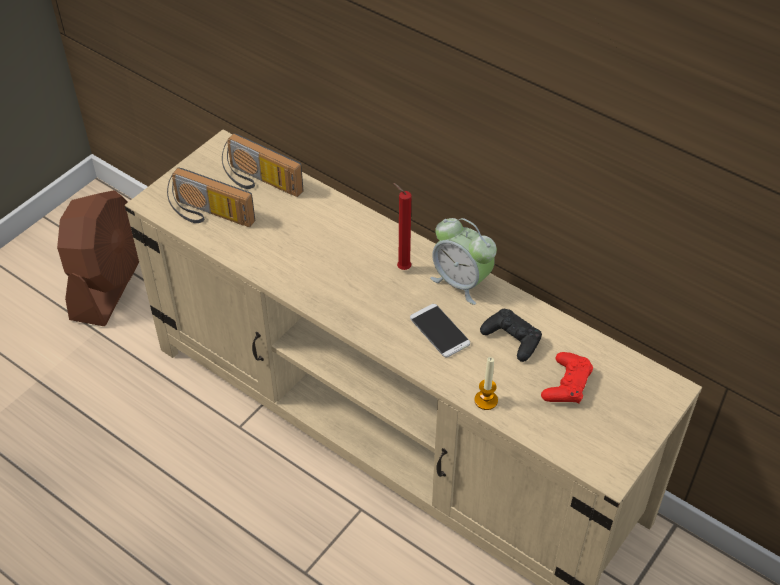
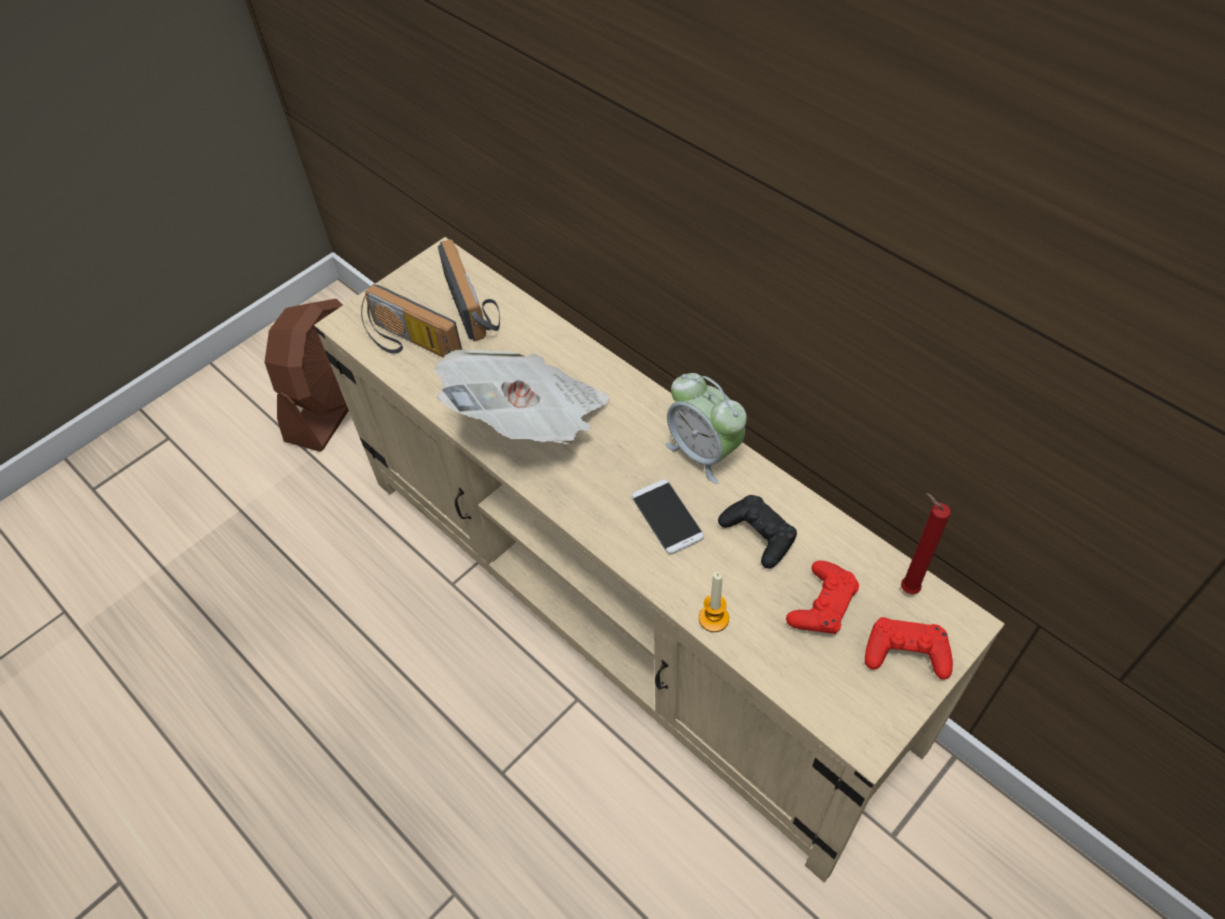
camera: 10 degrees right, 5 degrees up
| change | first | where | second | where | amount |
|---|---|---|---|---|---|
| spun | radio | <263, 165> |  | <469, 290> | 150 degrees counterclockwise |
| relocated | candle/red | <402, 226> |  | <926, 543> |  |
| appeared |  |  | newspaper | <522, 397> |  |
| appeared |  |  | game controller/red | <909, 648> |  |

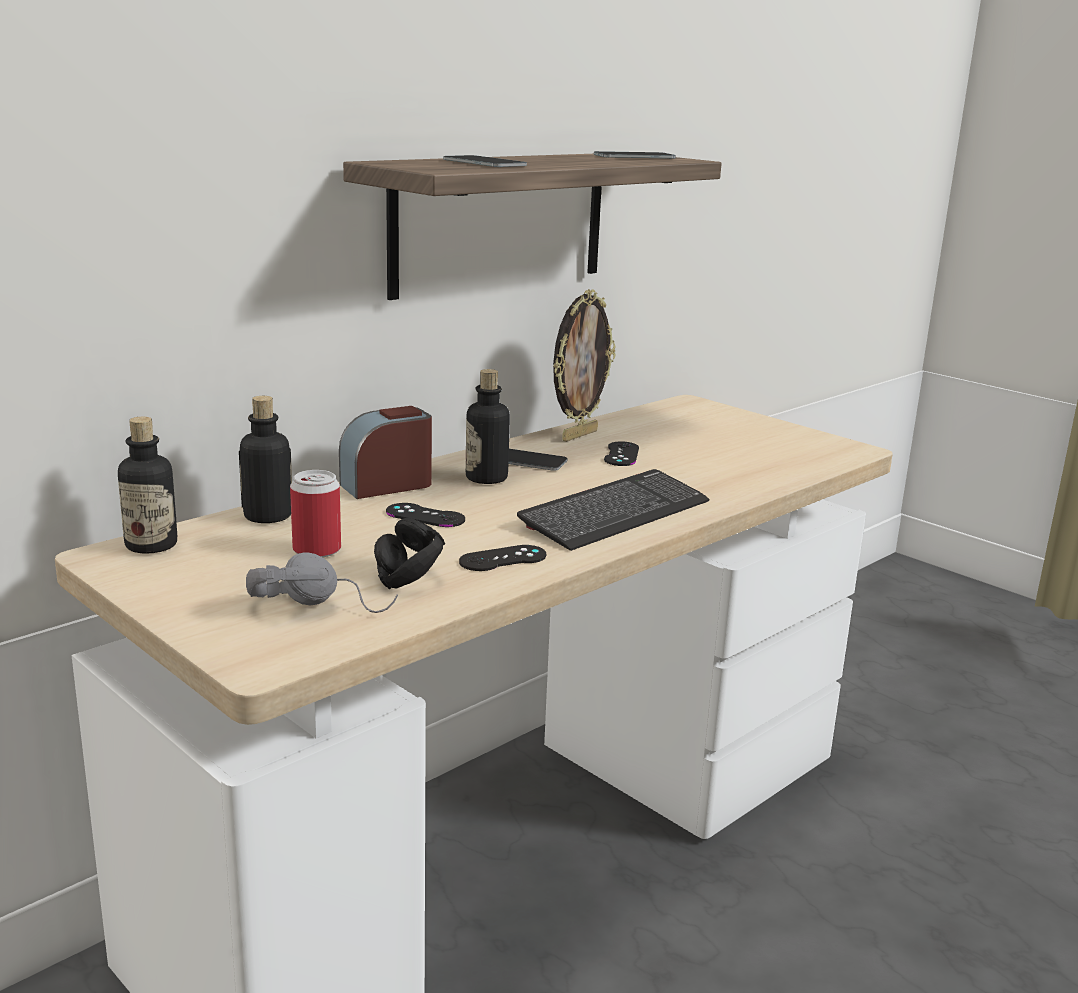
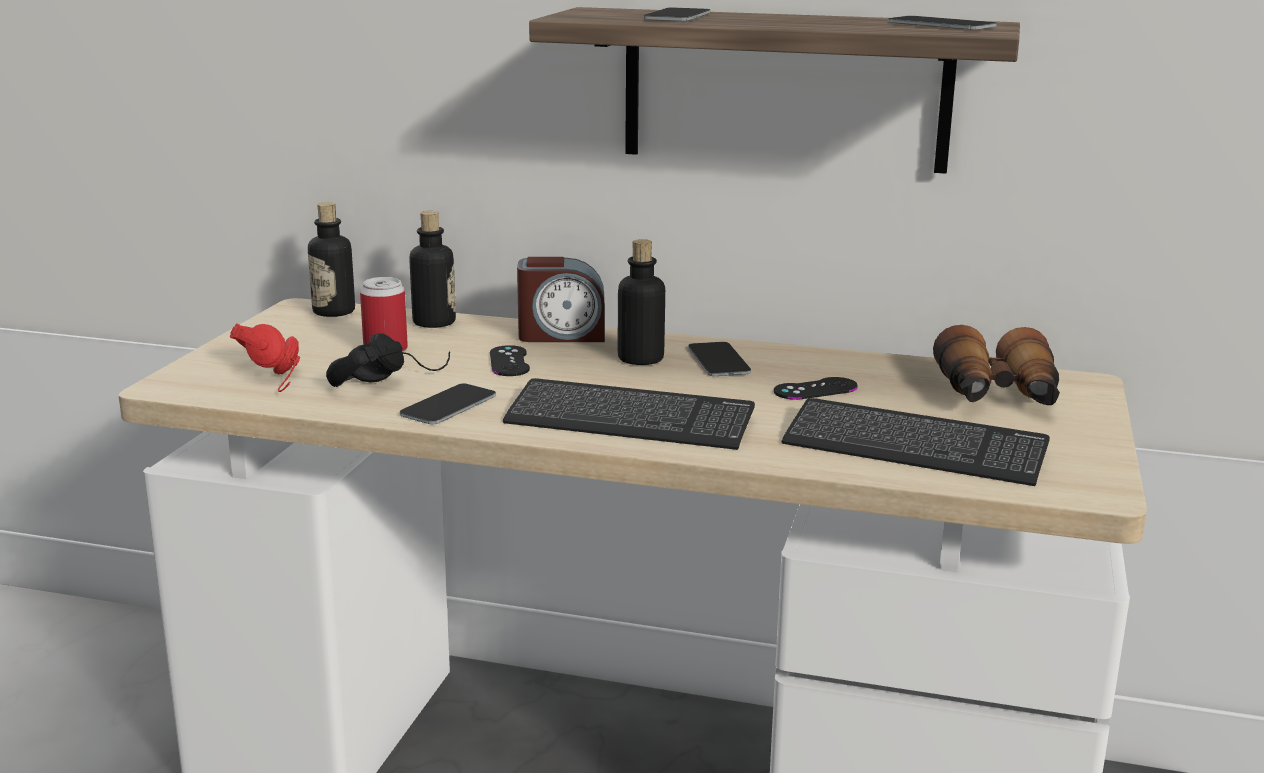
camera: 60 degrees right, 0 degrees up
| change | first | where | second | where | amount |
|---|---|---|---|---|---|
| colour | headphones/grey | <322, 582> | headphones/red | <265, 357> |  |
| spun | alarm clock | <385, 452> |  | <561, 299> | 150 degrees clockwise |
| exchanged | game controller/black | <502, 558> | phone | <448, 404> |  |
| missing | picture frame | <584, 365> |  |  |  |
| appeared |  |  | keyboard | <916, 442> |  |
| appeared |  |  | binoculars | <996, 365> |  |

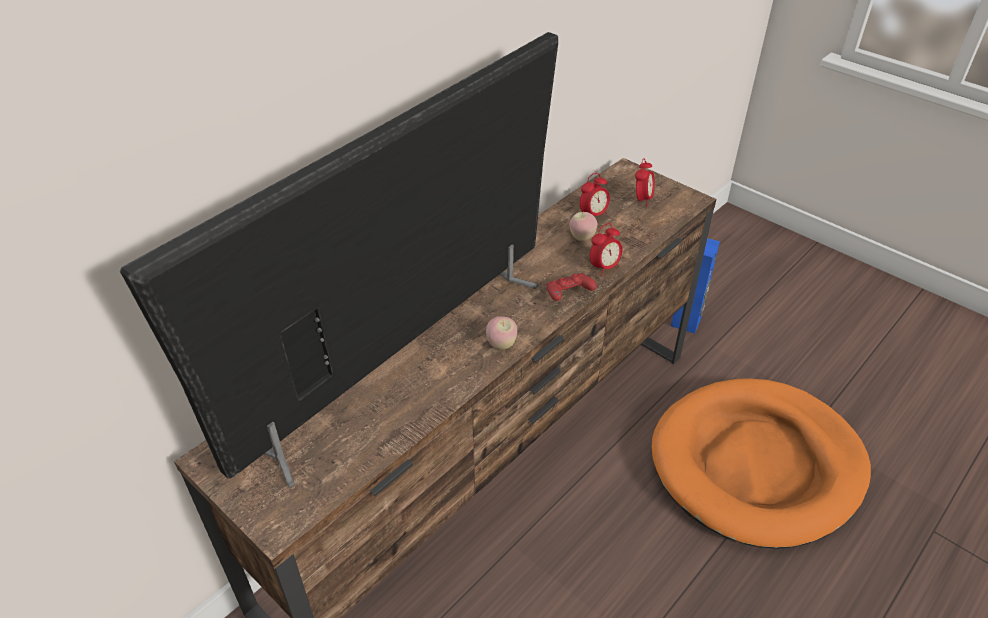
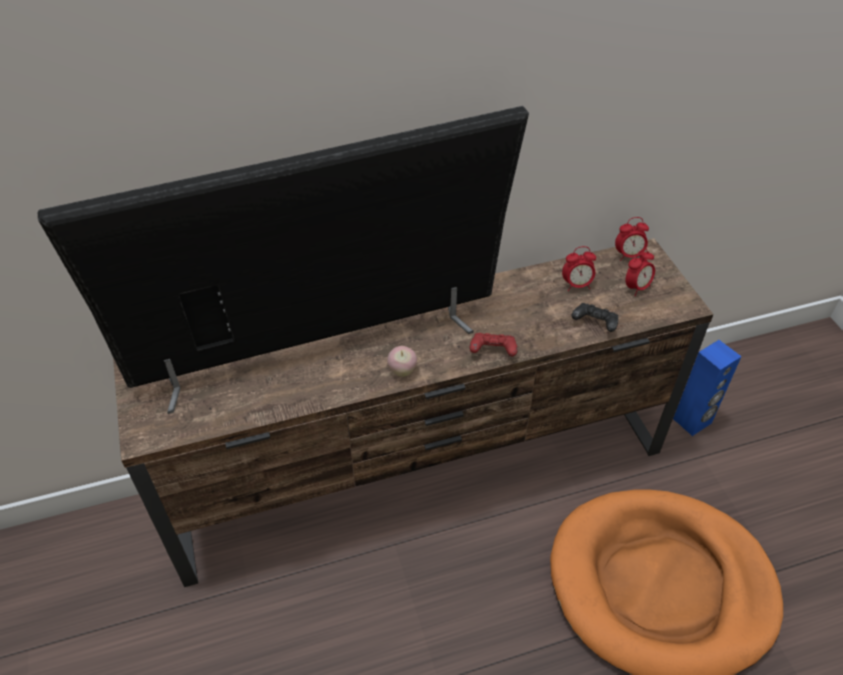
camera: 30 degrees right, 5 degrees up
| change | first | where | second | where | amount |
|---|---|---|---|---|---|
| missing | apple | <583, 226> |  |  |  |
| relocated | alarm clock | <606, 249> |  | <632, 239> |  |
| appeared |  |  | game controller/black | <595, 317> |  |

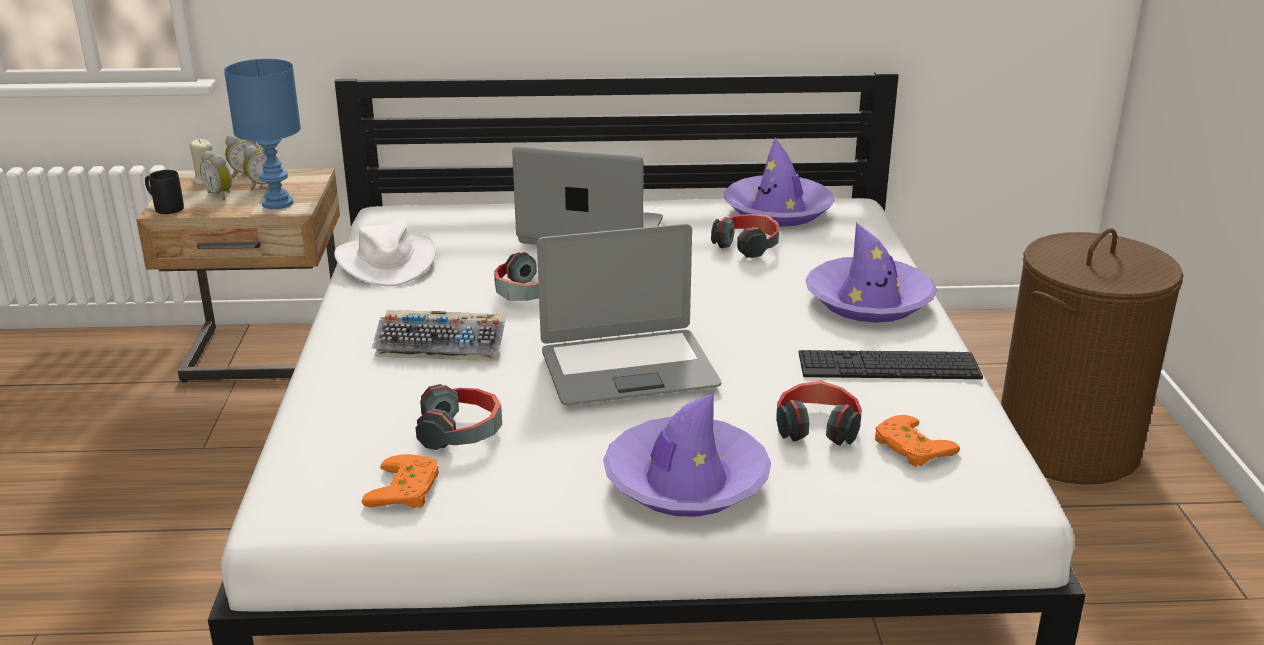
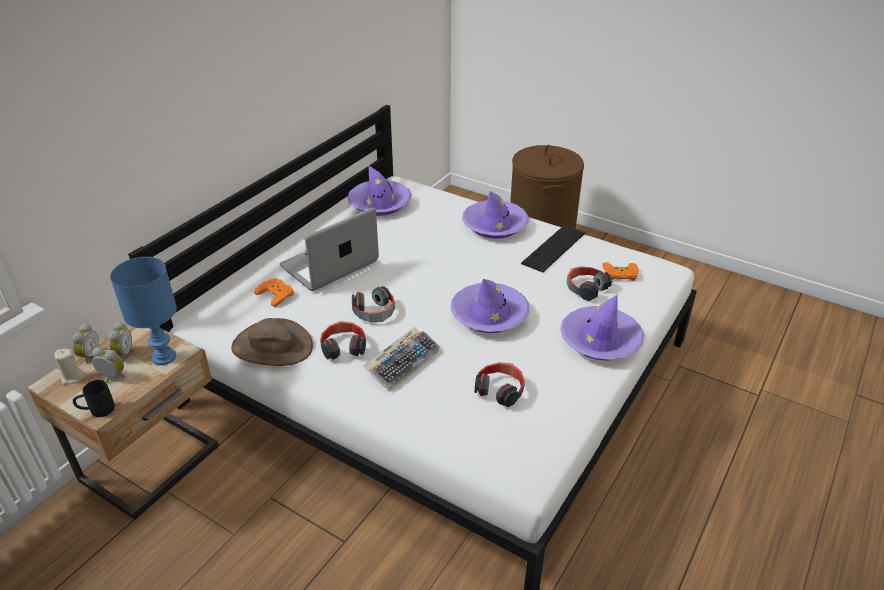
camera: 55 degrees left, 10 degrees up
| change | first | where | second | where | amount |
|---|---|---|---|---|---|
| spun | alarm clock | <216, 175> |  | <108, 365> | 150 degrees counterclockwise |
| colour | hat/white | <385, 254> | hat/brown | <272, 342> |  |
| relocated | game controller/orange | <400, 481> |  | <274, 292> |  |
| exchanged | laptop | <629, 314> | hat/purple | <490, 306> |  |
| relocated | headphones | <745, 236> |  | <343, 340> |  |

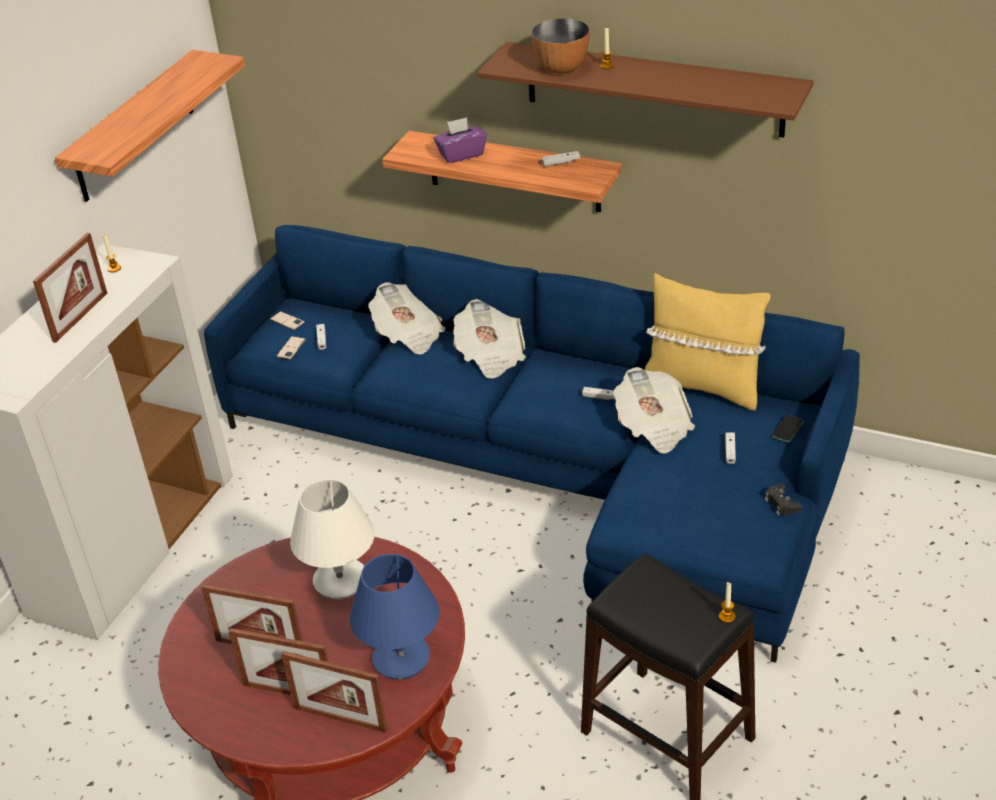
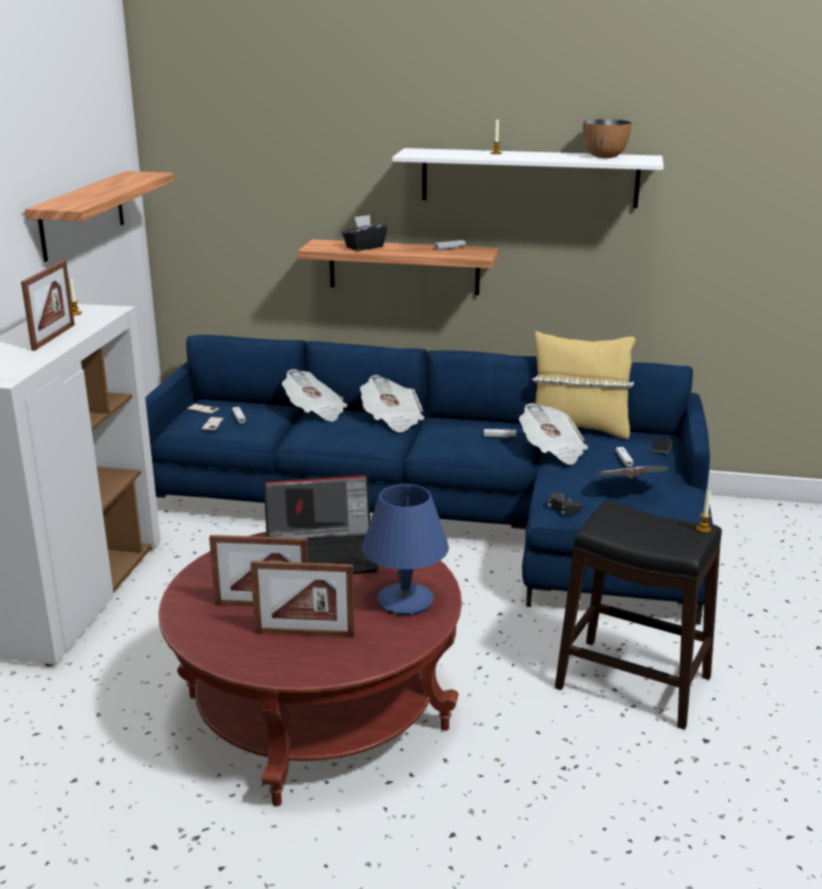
camera: 15 degrees left, 15 degrees down
| change | first | where | second | where | amount |
|---|---|---|---|---|---|
| missing | picture frame | <334, 692> |  |  |  |
| exchanged | table lamp/white | <332, 539> | laptop | <321, 524> |  |
| colour | tissue box/purple | <460, 140> | tissue box/black | <364, 233> |  |
| colour | shelf/brown | <645, 90> | shelf/white | <528, 178> |  |
| relocated | bowl | <560, 46> |  | <607, 138> |  |
| relocated | game controller/black | <783, 499> |  | <565, 503> |  |
| appeared |  |  | newspaper | <631, 472> |  |

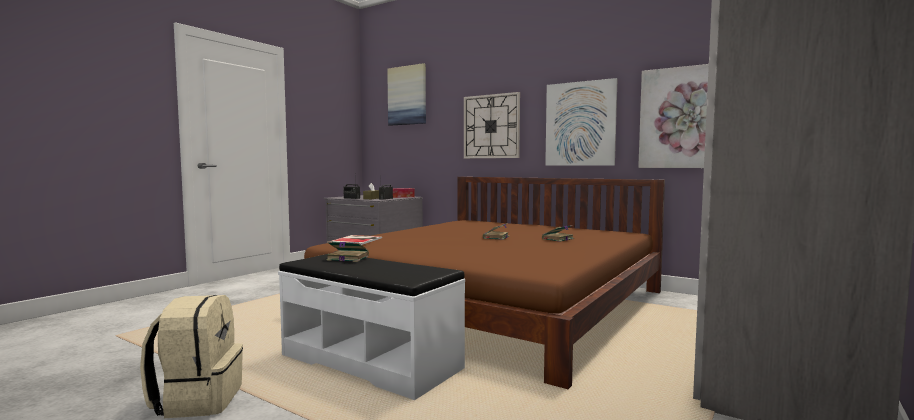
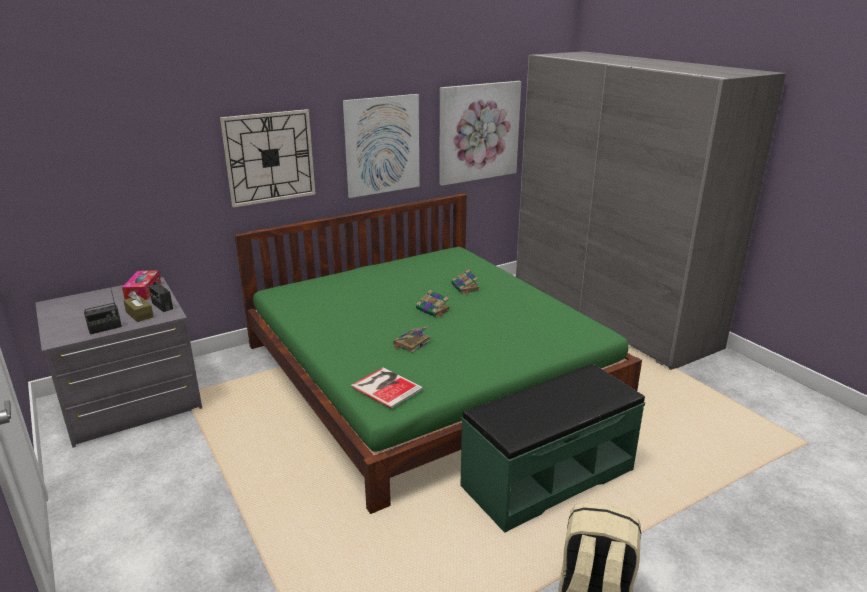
camera: 65 degrees left, 20 degrees up
| change | first | where | second | where | amount |
|---|---|---|---|---|---|
| colour | bench/white | <371, 327> | bench/green | <552, 448> |  |
| colour | bed/brown | <484, 283> | bed/green | <438, 353> |  |
| relocated | book | <347, 251> |  | <412, 339> |  |
| missing | picture | <406, 94> |  |  |  |

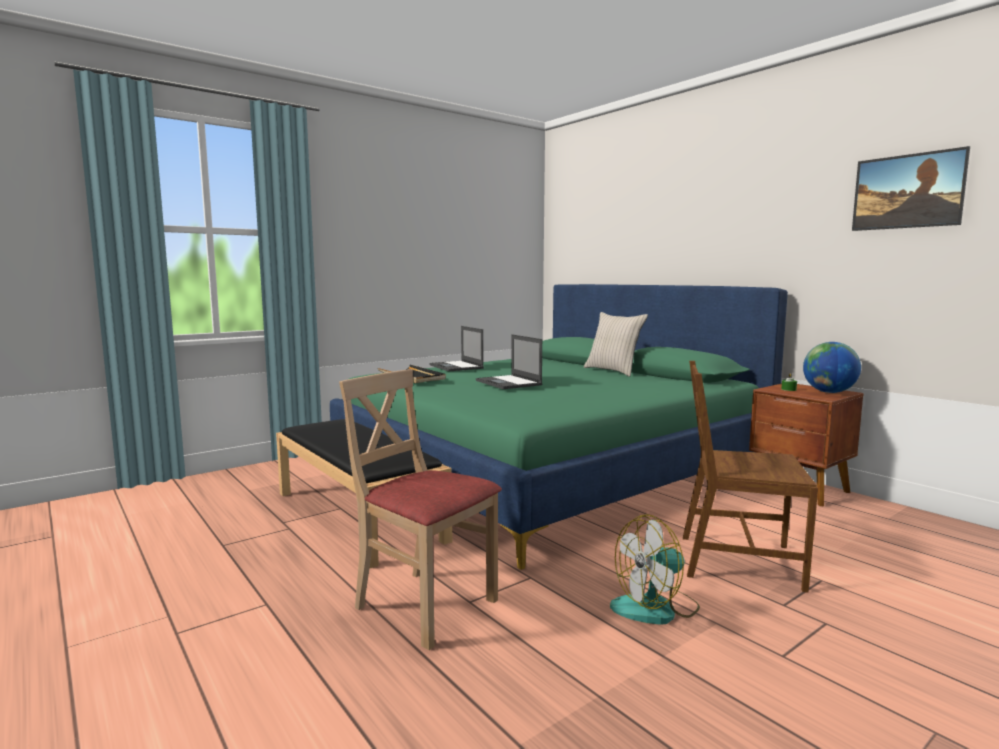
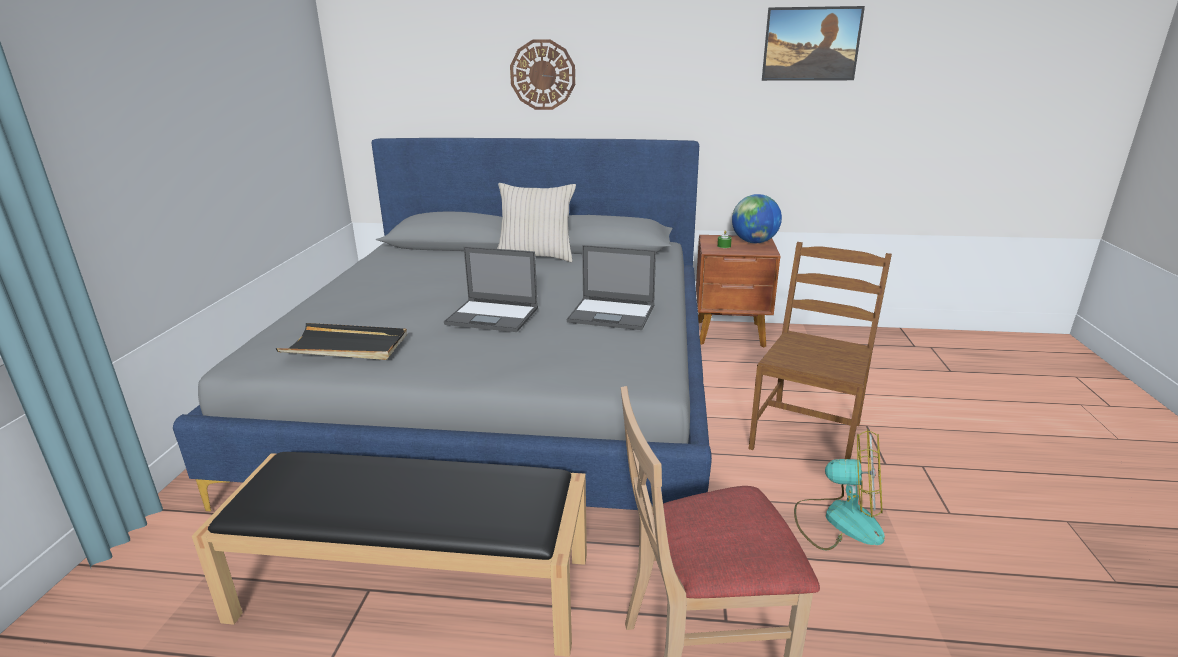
camera: 45 degrees left, 15 degrees up
| change | first | where | second | where | amount |
|---|---|---|---|---|---|
| colour | bed/green | <559, 427> | bed/grey | <442, 324> |  |
| relocated | laptop | <456, 348> |  | <611, 287> |  |
| spun | fan | <655, 569> |  | <839, 489> | 90 degrees counterclockwise |
| spun | chair/brown | <750, 477> |  | <820, 350> | 150 degrees clockwise |
| appeared |  |  | wall clock | <542, 74> |  |

